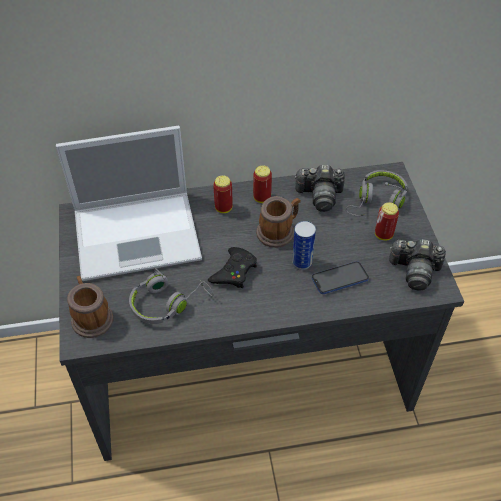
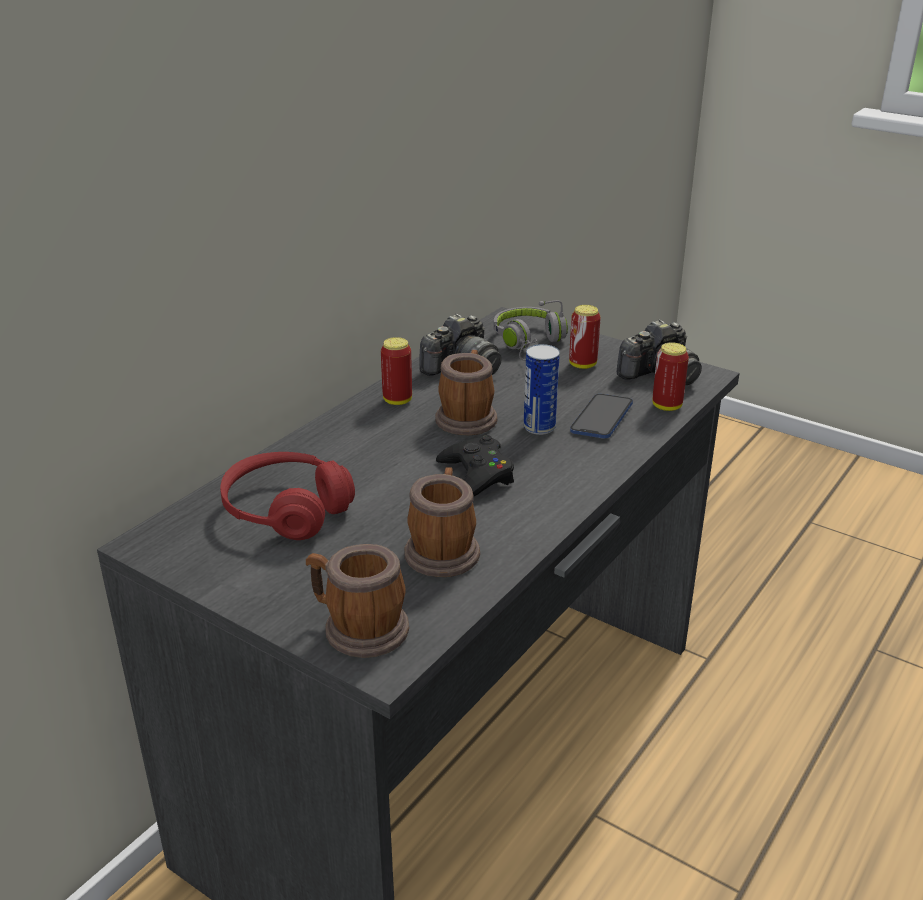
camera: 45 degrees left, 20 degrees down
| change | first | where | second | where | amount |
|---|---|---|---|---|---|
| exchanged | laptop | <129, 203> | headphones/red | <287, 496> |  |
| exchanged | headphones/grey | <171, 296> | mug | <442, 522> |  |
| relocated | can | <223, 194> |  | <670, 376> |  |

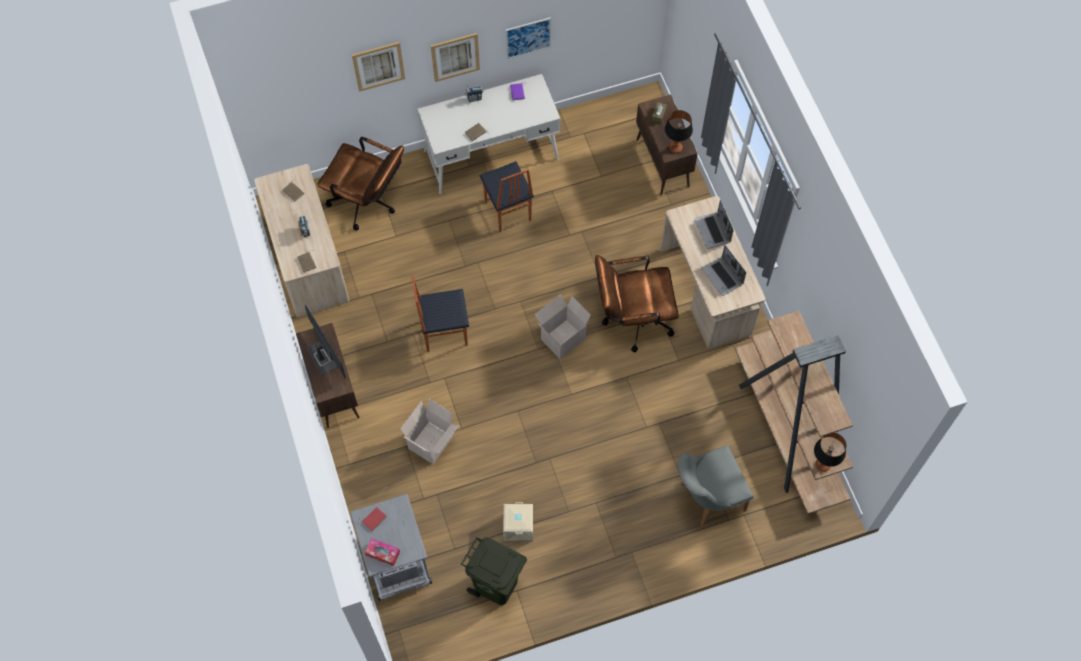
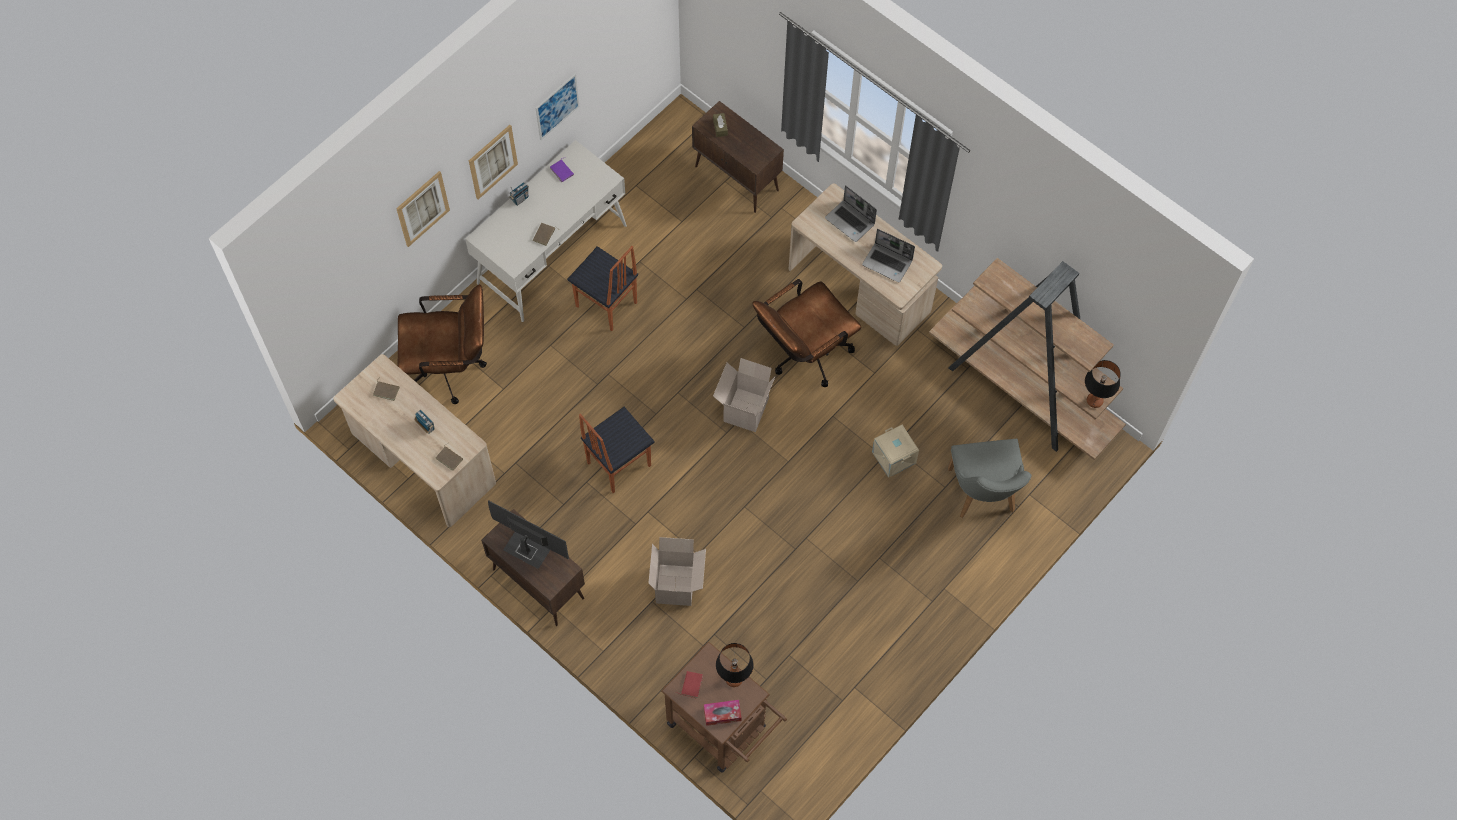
camera: 30 degrees left, 0 degrees up
| change | first | where | second | where | amount |
|---|---|---|---|---|---|
| colour | cart/grey | <391, 547> | cart/brown | <724, 707> |  |
| missing | trash can/green | <494, 571> |  |  |  |
| relocated | storage box/beige | <518, 521> |  | <895, 451> |  |
| relocated | table lamp | <679, 131> |  | <734, 665> |  |
| spun | chair/grey | <716, 485> |  | <990, 478> | 45 degrees counterclockwise |

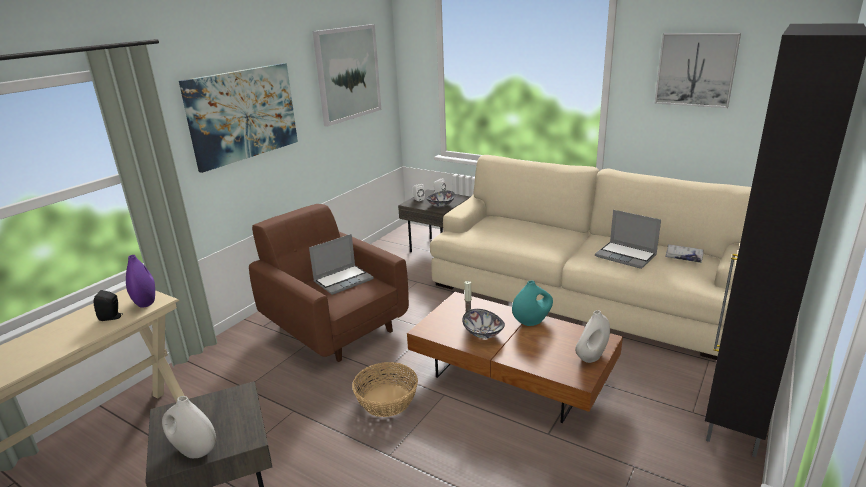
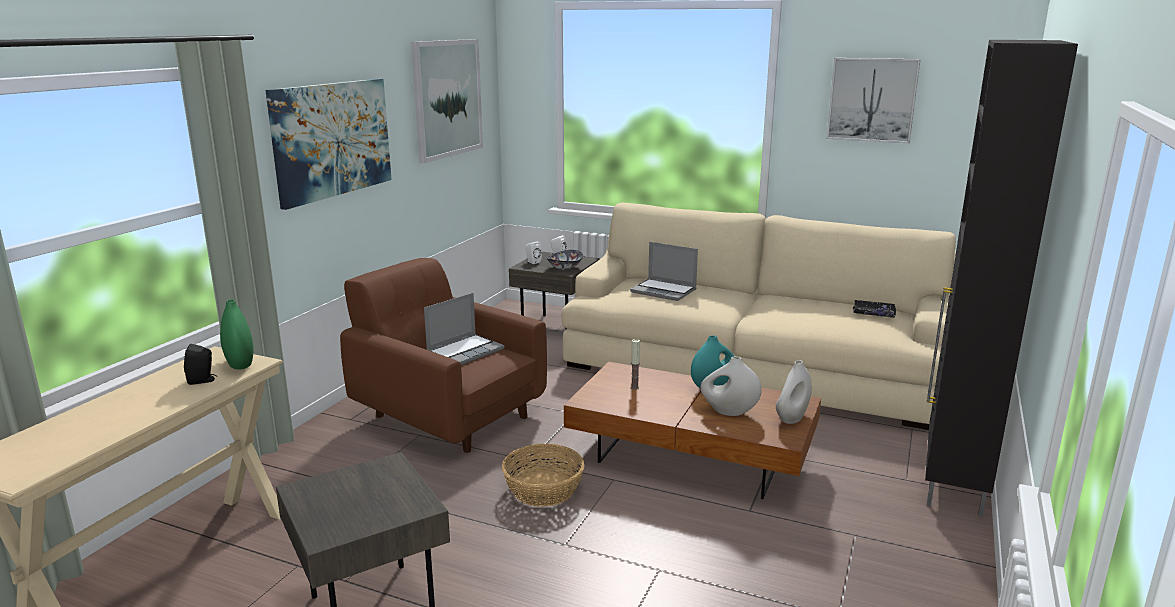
camera: 10 degrees left, 5 degrees down
| change | first | where | second | where | amount |
|---|---|---|---|---|---|
| colour | vase/purple | <140, 281> | vase/green | <236, 334> |  |
| relocated | vase/white | <189, 427> |  | <731, 386> |  |
| missing | bowl | <483, 324> |  |  |  |
| relocated | laptop | <628, 239> |  | <664, 271> |  |
| colour | book/white | <684, 253> | book/black | <874, 309> |  |

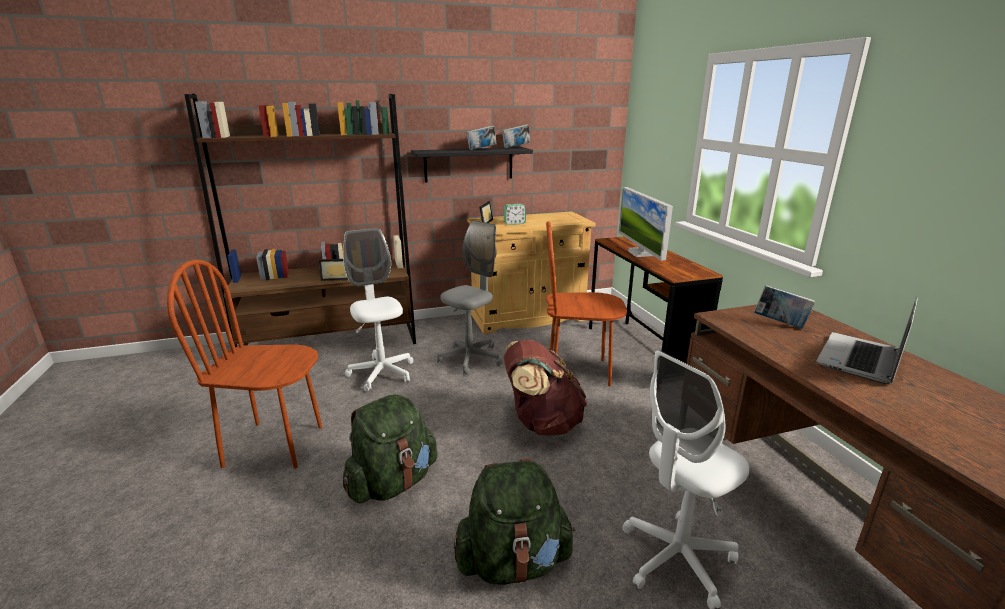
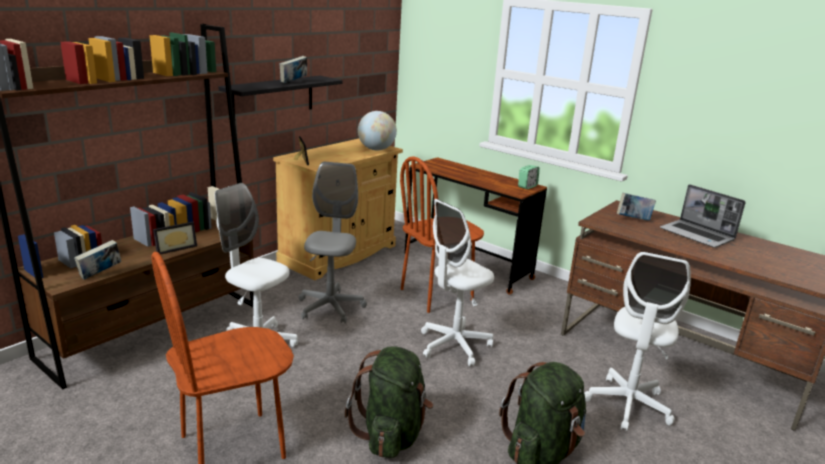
camera: 35 degrees left, 0 degrees up
| change | first | where | second | where | amount |
|---|---|---|---|---|---|
| relocated | book | <516, 136> |  | <97, 260> |  |
| relocated | alarm clock | <515, 214> |  | <529, 177> |  |
| exchanged | backpack/brown | <545, 388> | office chair/white | <457, 282> |  |
| missing | monitor | <646, 224> |  |  |  |
| spun | laptop | <867, 340> |  | <703, 216> | 45 degrees counterclockwise |
| appeared |  |  | globe | <377, 131> |  |

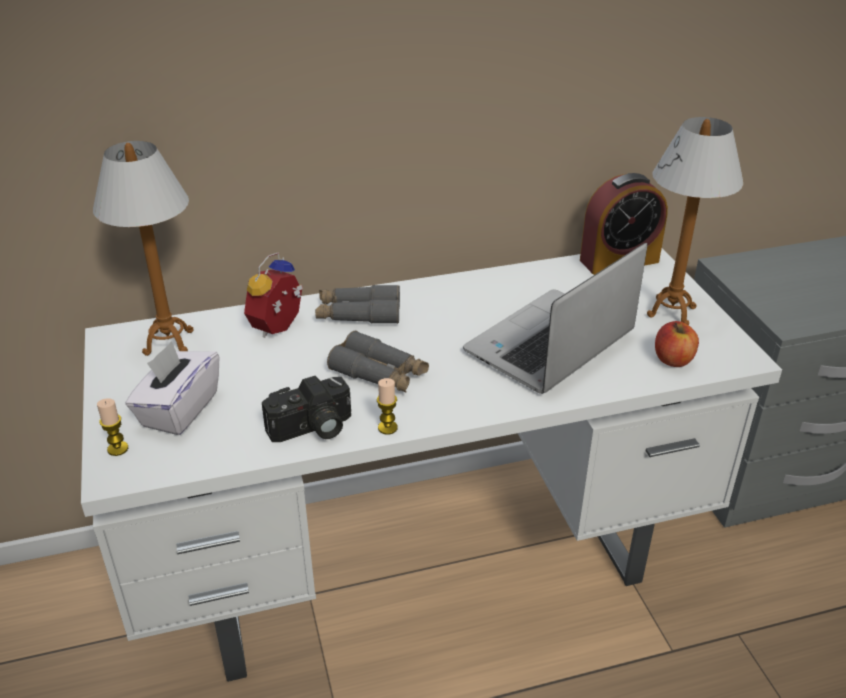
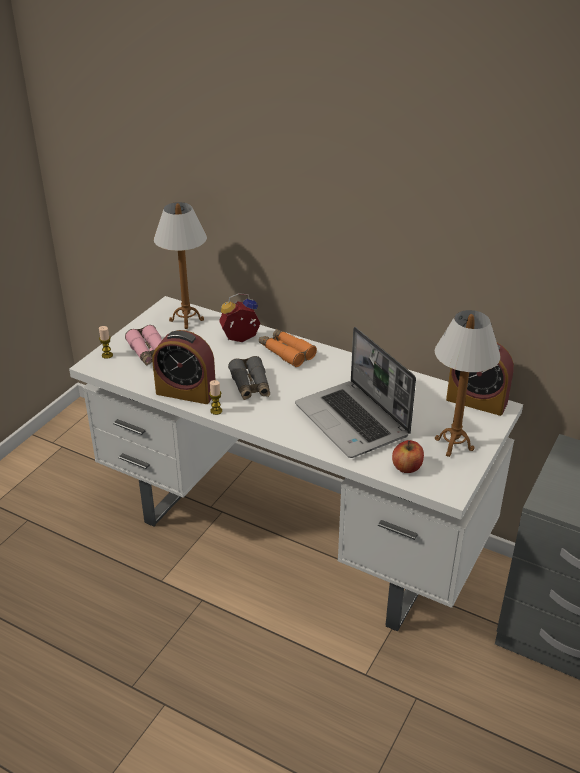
camera: 45 degrees right, 0 degrees up
| change | first | where | second | where | amount |
|---|---|---|---|---|---|
| exchanged | tissue box/white | <172, 388> | binoculars/pink | <143, 345> |  |
| exchanged | photo camera | <306, 409> | alarm clock | <183, 367> |  |
| colour | binoculars/grey | <357, 304> | binoculars/orange | <288, 348> |  |
| spun | laptop | <555, 318> |  | <355, 392> | 120 degrees counterclockwise |

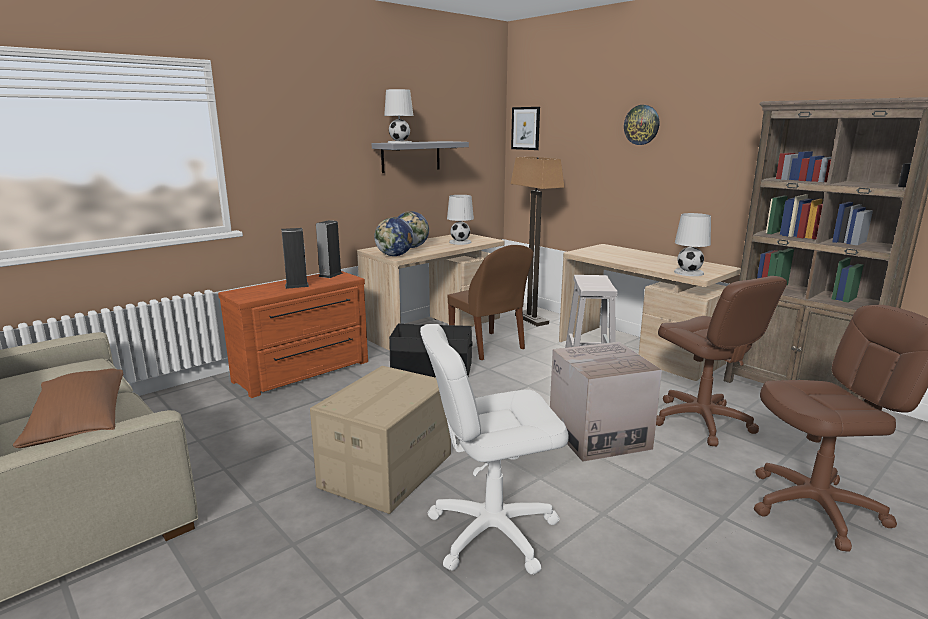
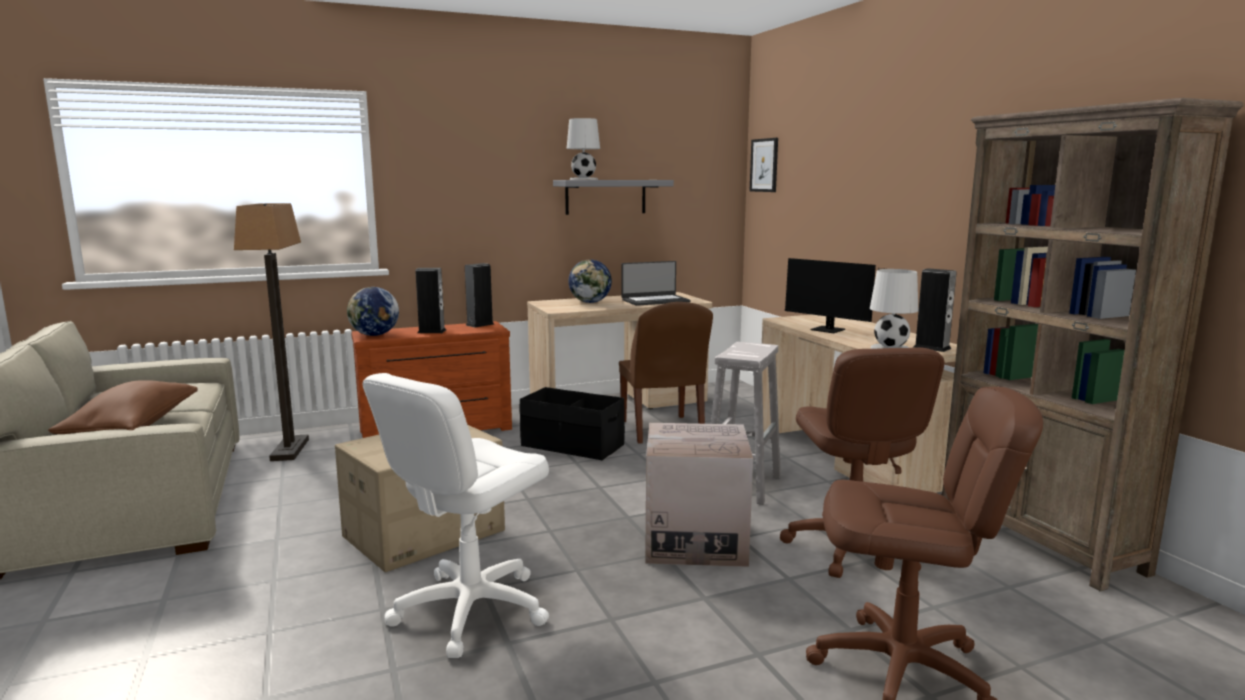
camera: 20 degrees right, 5 degrees down
| change | first | where | second | where | amount |
|---|---|---|---|---|---|
| relocated | globe | <394, 236> |  | <373, 311> |  |
| spun | office chair/white | <494, 449> |  | <456, 515> | 60 degrees counterclockwise |
| exchanged | table lamp/white | <460, 220> | laptop | <656, 283> |  |
| relocated | floor lamp | <537, 241> |  | <271, 332> |  |
| missing | wall clock | <641, 125> |  |  |  |
| appeared |  |  | monitor | <836, 295> |  |
| appeared |  |  | speaker | <935, 310> |  |

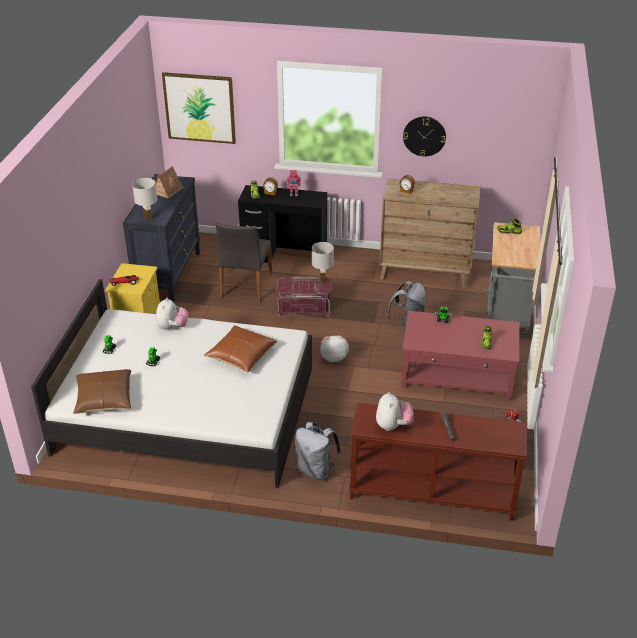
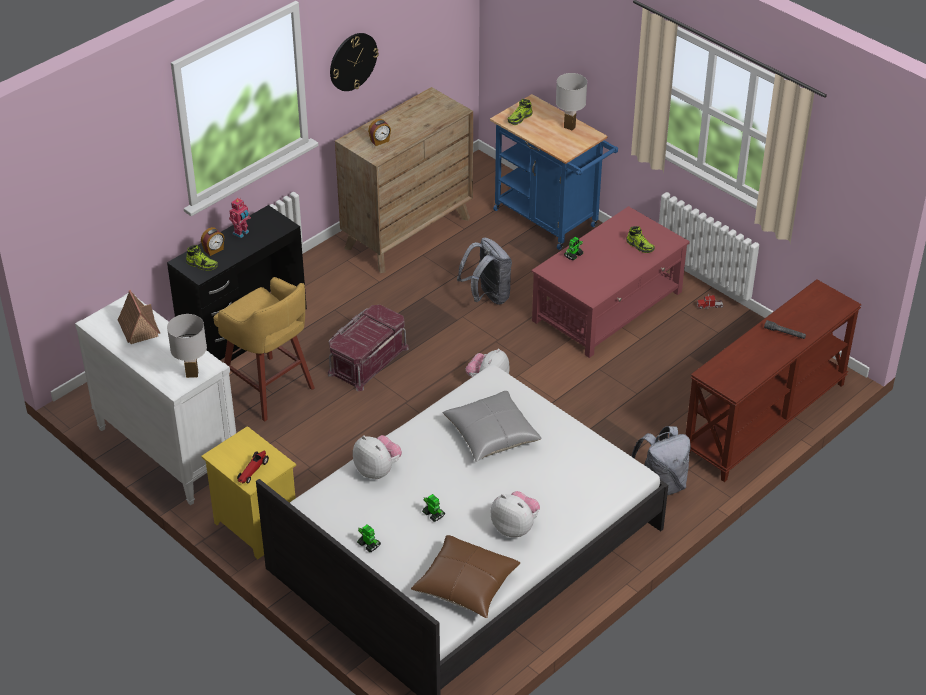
camera: 55 degrees left, 5 degrees up
| change | first | where | second | where | amount |
|---|---|---|---|---|---|
| colour | dresser/black | <161, 239> | dresser/white | <155, 399> |  |
| missing | picture | <199, 108> |  |  |  |
| colour | pillow/brown | <240, 349> | pillow/grey | <492, 426> |  |
| exchanged | chair/grey | <244, 262> | stool/yellow | <264, 349> |  |
| relocated | table lamp/white | <323, 262> |  | <571, 102> |  |
| relocated | plush toy | <395, 411> |  | <515, 514> |  |
| colour | cart/grey | <513, 279> | cart/blue | <554, 172> |  |

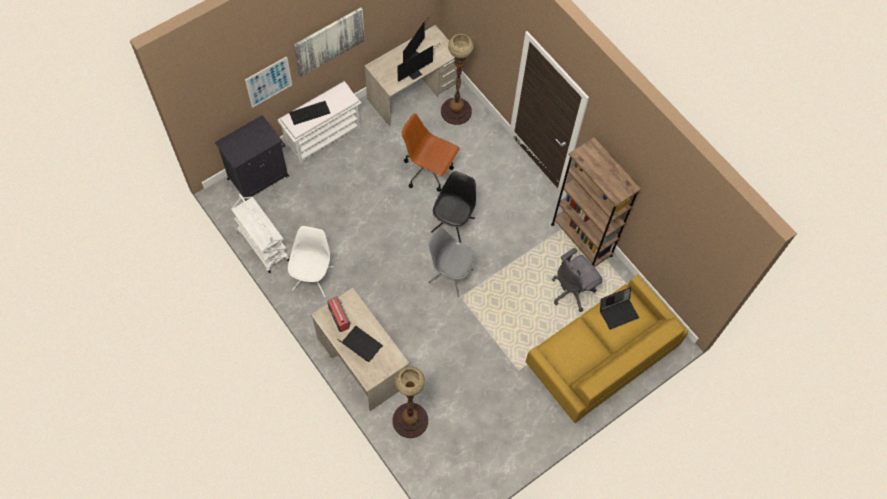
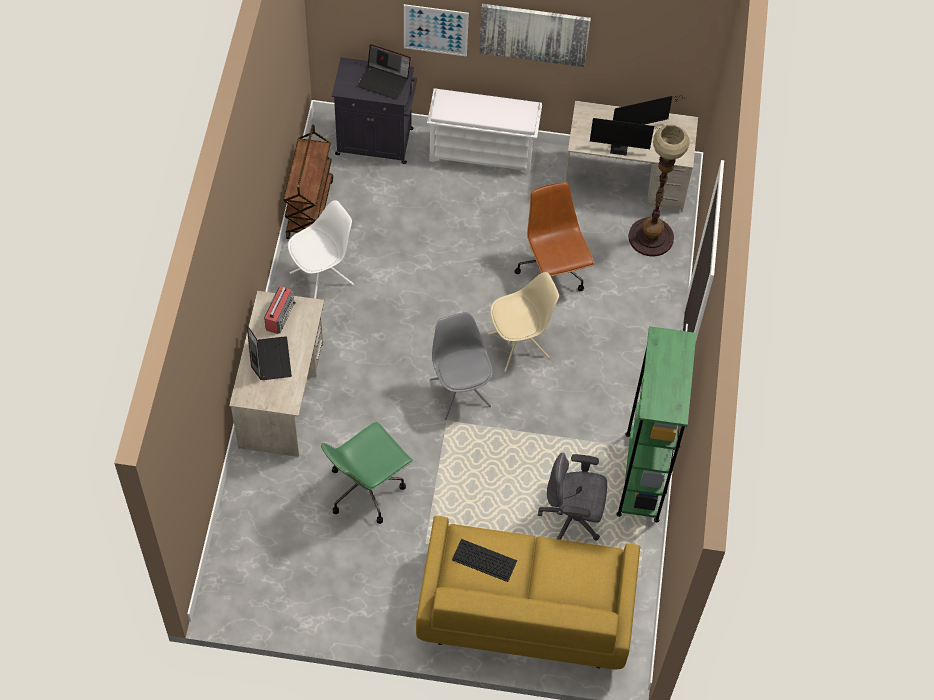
camera: 45 degrees right, 5 degrees down
| change | first | where | second | where | amount |
|---|---|---|---|---|---|
| colour | cart/white | <260, 233> | cart/brown | <308, 181> |  |
| relocated | keyboard | <309, 113> |  | <484, 560> |  |
| missing | floor lamp | <410, 402> |  |  |  |
| colour | chair/black | <453, 207> | chair/beige | <523, 322> |  |
| colour | bookcase/brown | <596, 202> | bookcase/green | <656, 424> |  |
| relocated | laptop | <619, 308> |  | <384, 72> |  |
| appeared |  |  | office chair/green | <367, 472> |  |

